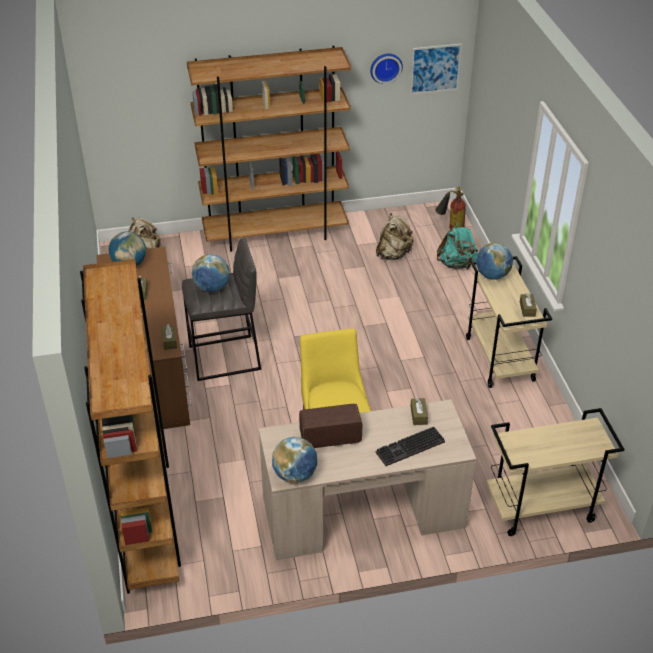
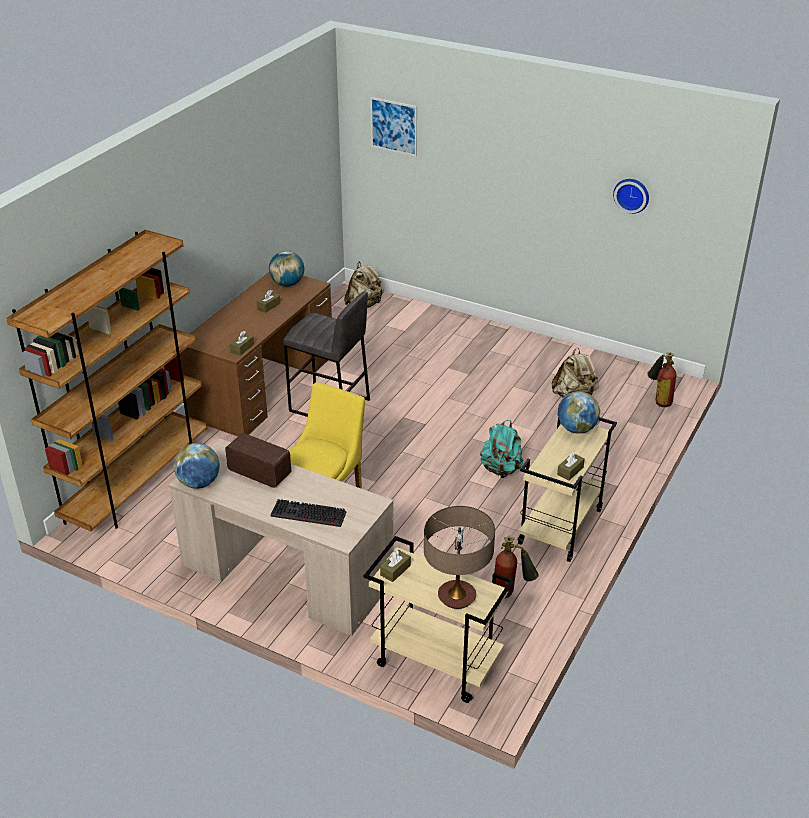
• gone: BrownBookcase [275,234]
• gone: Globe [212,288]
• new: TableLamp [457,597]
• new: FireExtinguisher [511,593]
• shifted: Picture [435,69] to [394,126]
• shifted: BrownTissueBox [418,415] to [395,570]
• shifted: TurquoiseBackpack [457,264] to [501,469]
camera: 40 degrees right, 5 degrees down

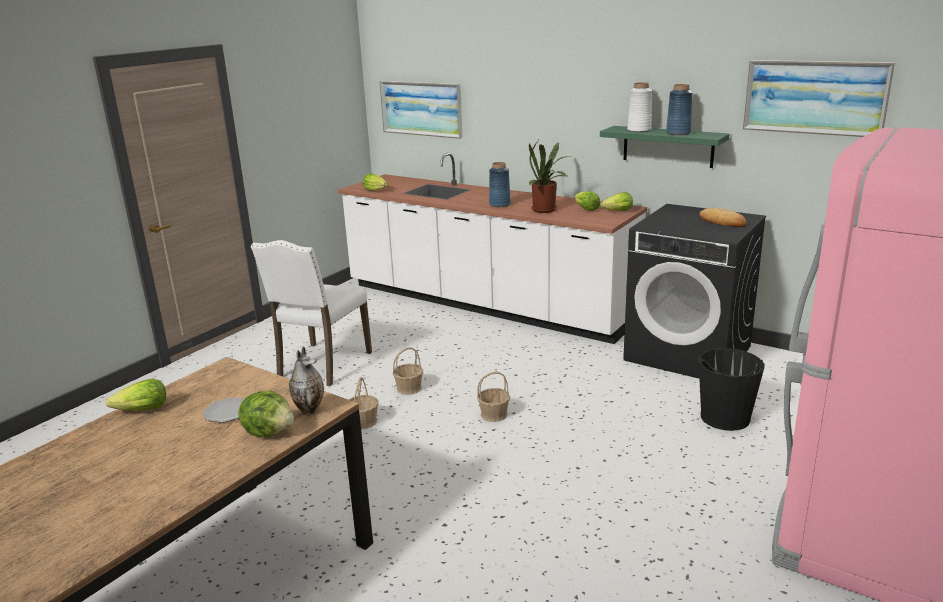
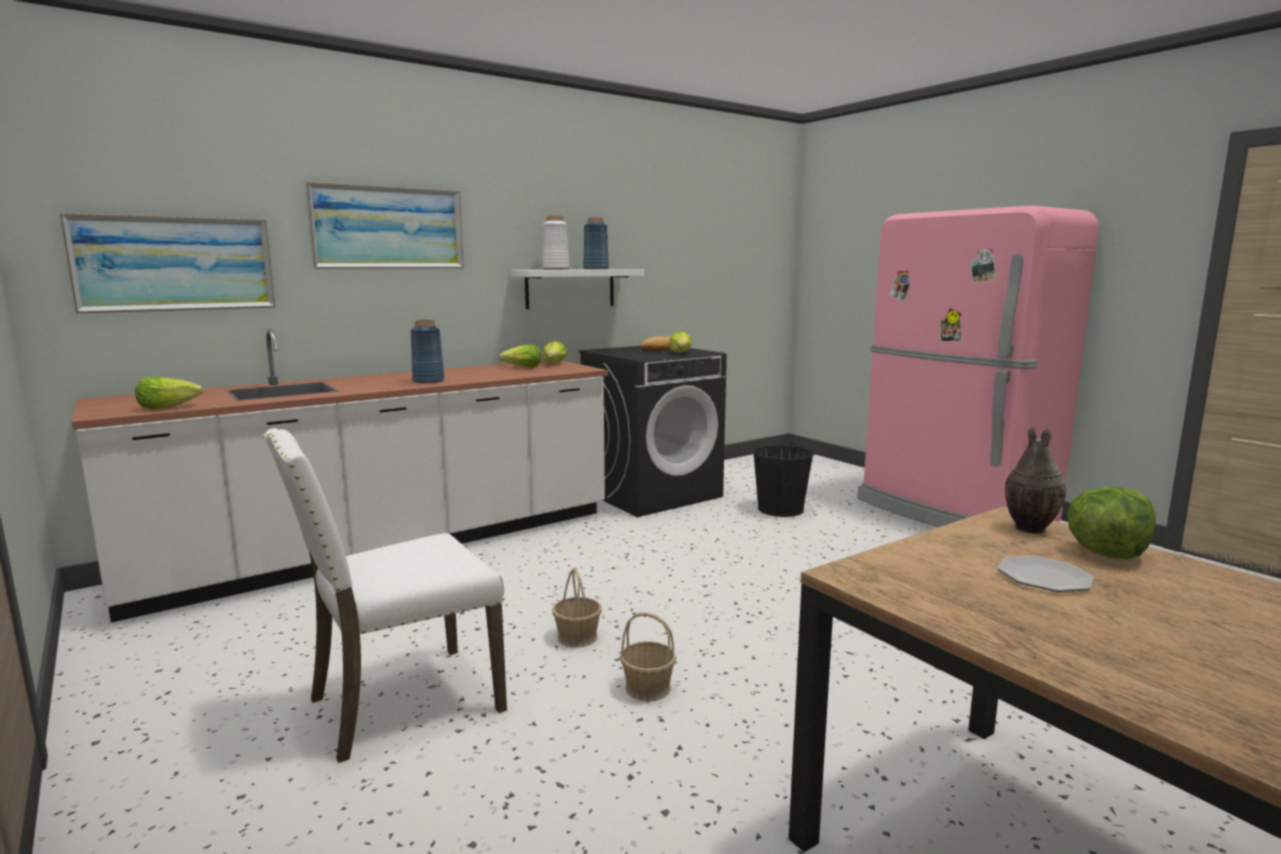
• gone: Basket [494,415]
• gone: PottedPlant [546,210]
• shifted: Lettuce [142,410] to [681,353]
• shifted: Picture [814,97] to [388,228]
• repainted: GreenShelf [668,146] to WhiteShelf [570,288]
• rotated: WhiteChair [322,365] = [400,703] 105 degrees clockwise
camera: 70 degrees left, 10 degrees down

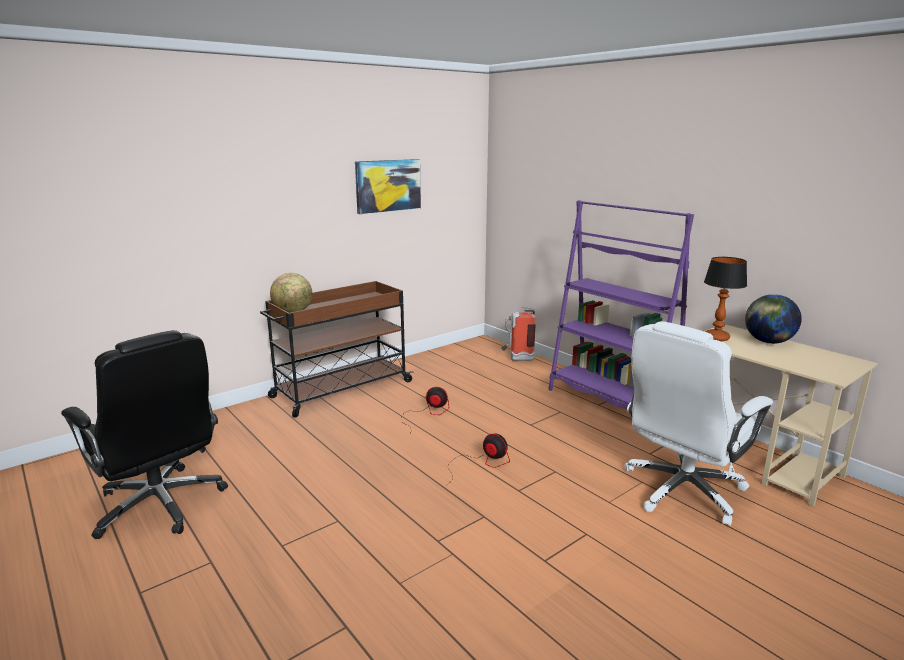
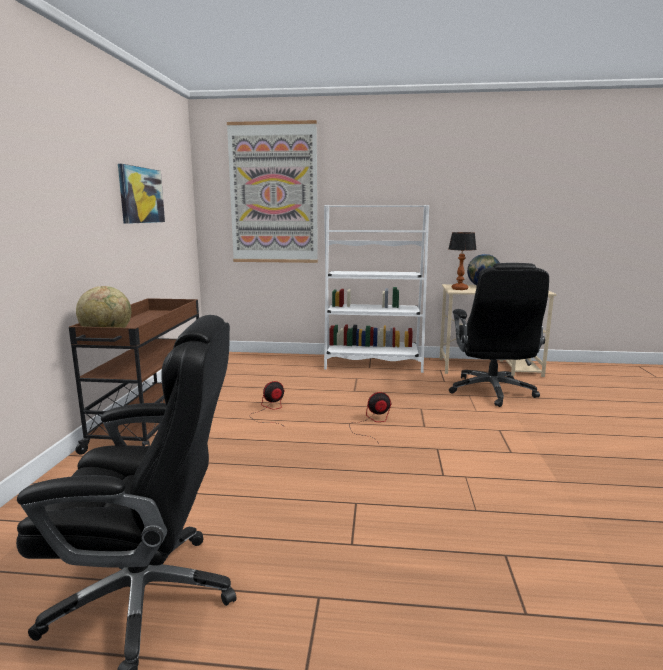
• gone: FireExtinguisher [517,359]
• new: Picture [273,194]
• repainted: PurpleBookcase [611,401] to WhiteBookcase [372,364]
• repainted: WhiteOfficeChair [682,490] to BlackOfficeChair [492,391]
camera: 45 degrees left, 5 degrees down

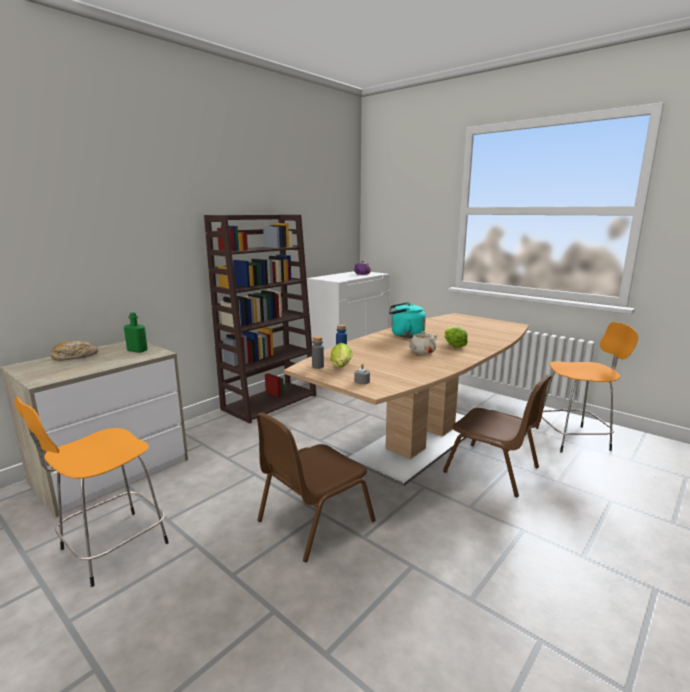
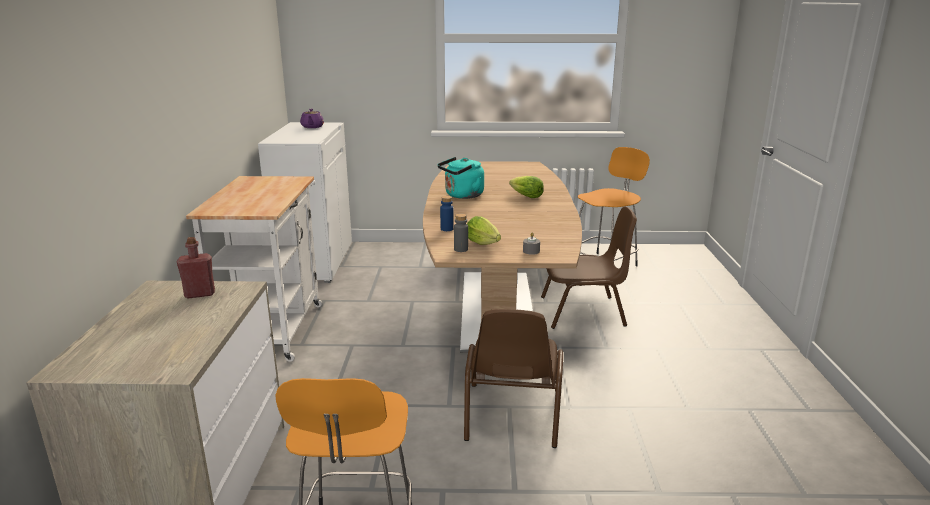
• gone: Bread [74,356]
• gone: BeigeTeapot [421,352]
• swapped: BrownBookcase [270,402] to WhiteCart [274,326]
• repainted: GreenBottle [137,350] to RedBottle [200,294]
camera: 40 degrees left, 5 degrees up

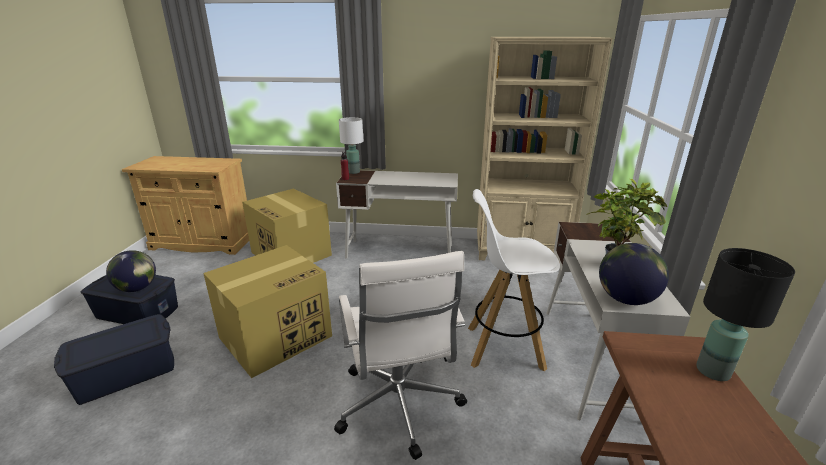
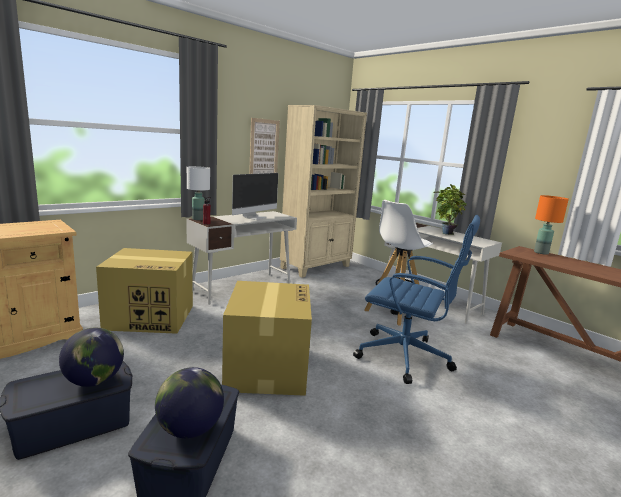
• new: Monitor [254,217]
• new: Picture [264,151]
• shifted: Globe [626,299] to [190,429]
• repainted: WhiteOfficeChair [398,406] to BlueOfficeChair [406,357]
• repainted: BlackTableLamp [713,371] to OrangeTableLamp [541,252]
camera: 50 degrees left, 10 degrees down

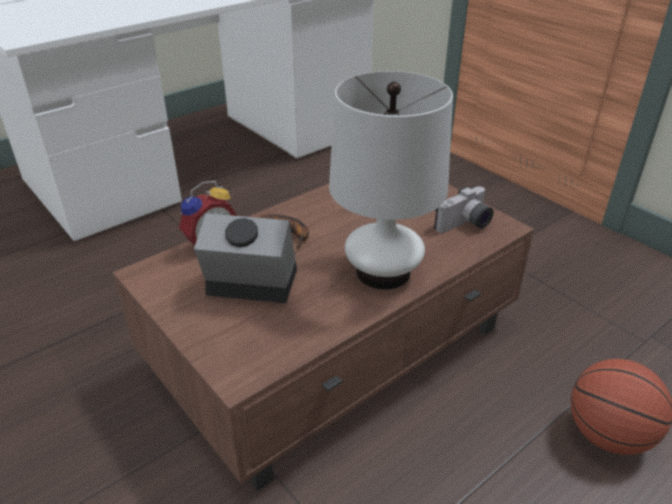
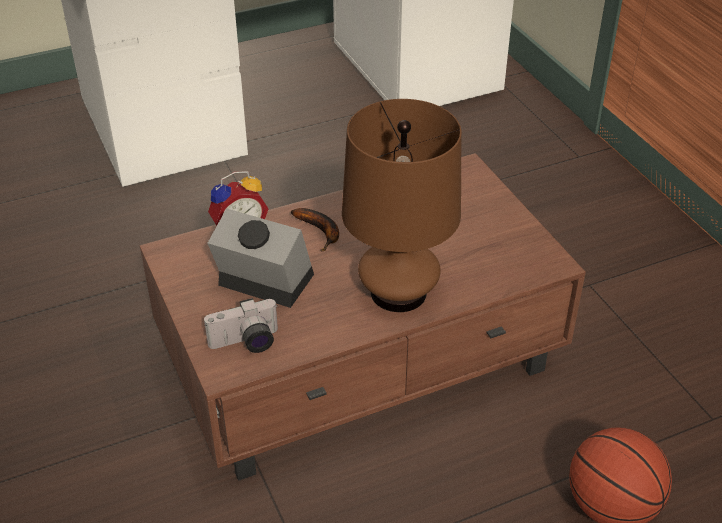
• shifted: PhotoCamera [465,225] to [246,343]
• repainted: WhiteTableLamp [383,272] to BrownTableLamp [398,292]
camera: 15 degrees right, 5 degrees up

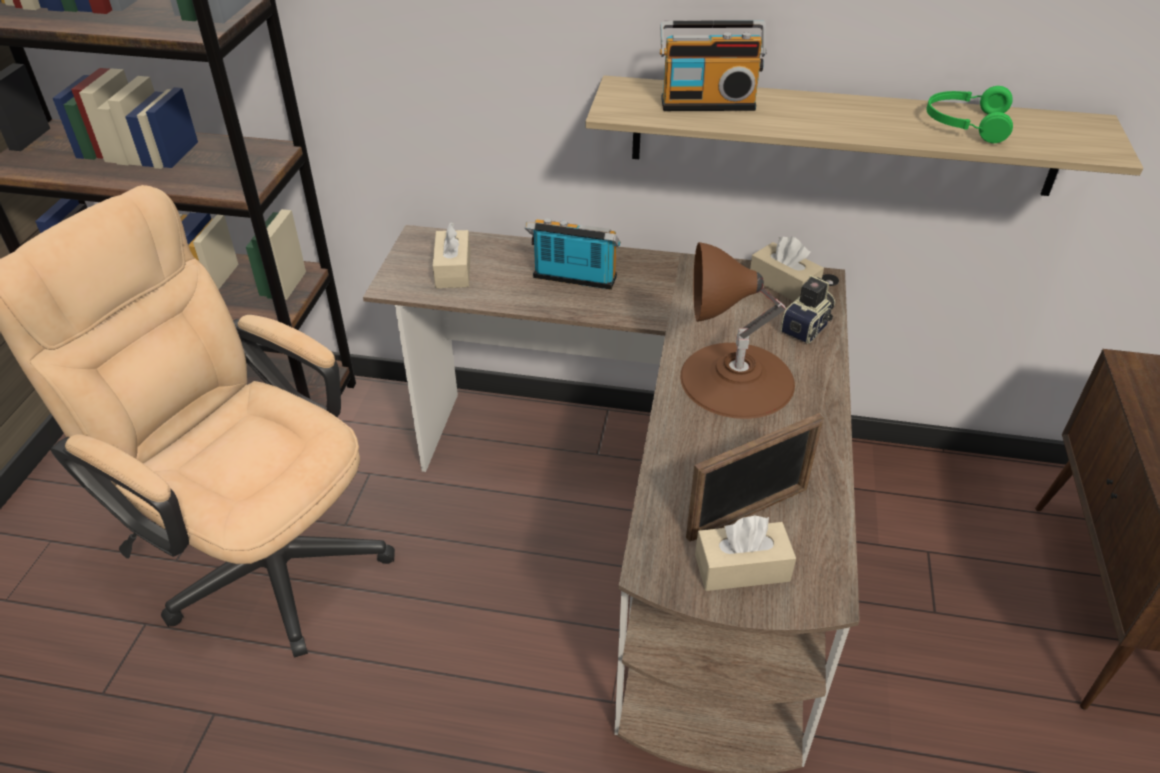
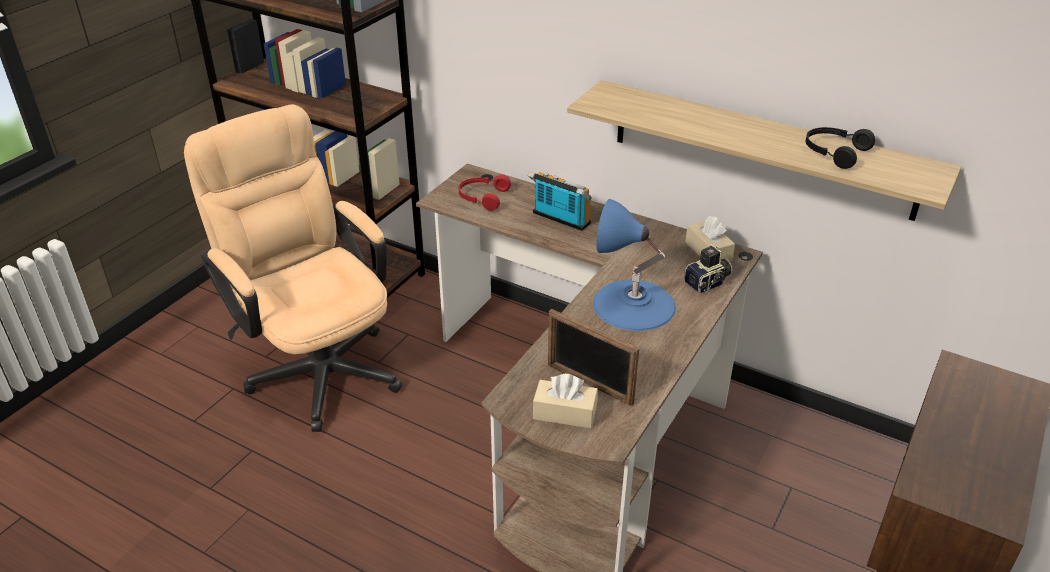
• gone: Radio [707,103]
• swapped: BeigeTissueBox [453,270] to RedHeadphones [482,197]
• repainted: BrownTableLamp [736,379] to BlueTableLamp [633,305]
• repainted: GreenHeadphones [965,124] to BlackHeadphones [834,152]
• rotated: PictureFrame [748,513] = [589,384] 45 degrees clockwise
camera: 20 degrees right, 5 degrees down

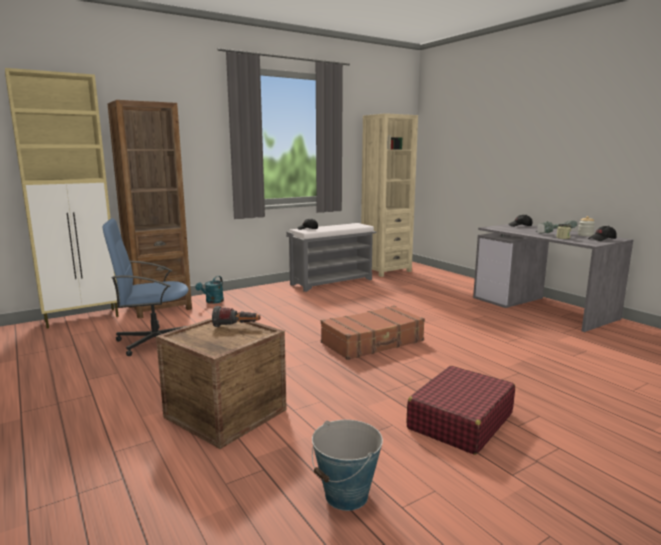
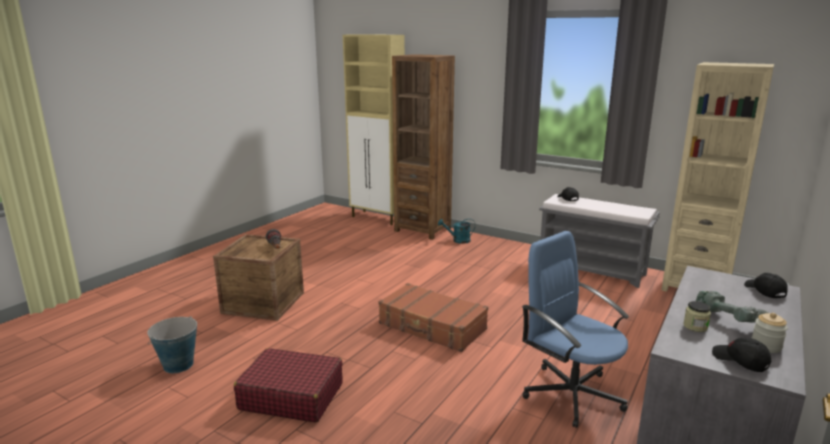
• shifted: BlueOfficeChair [154,341] to [571,393]
camera: 65 degrees right, 5 degrees up

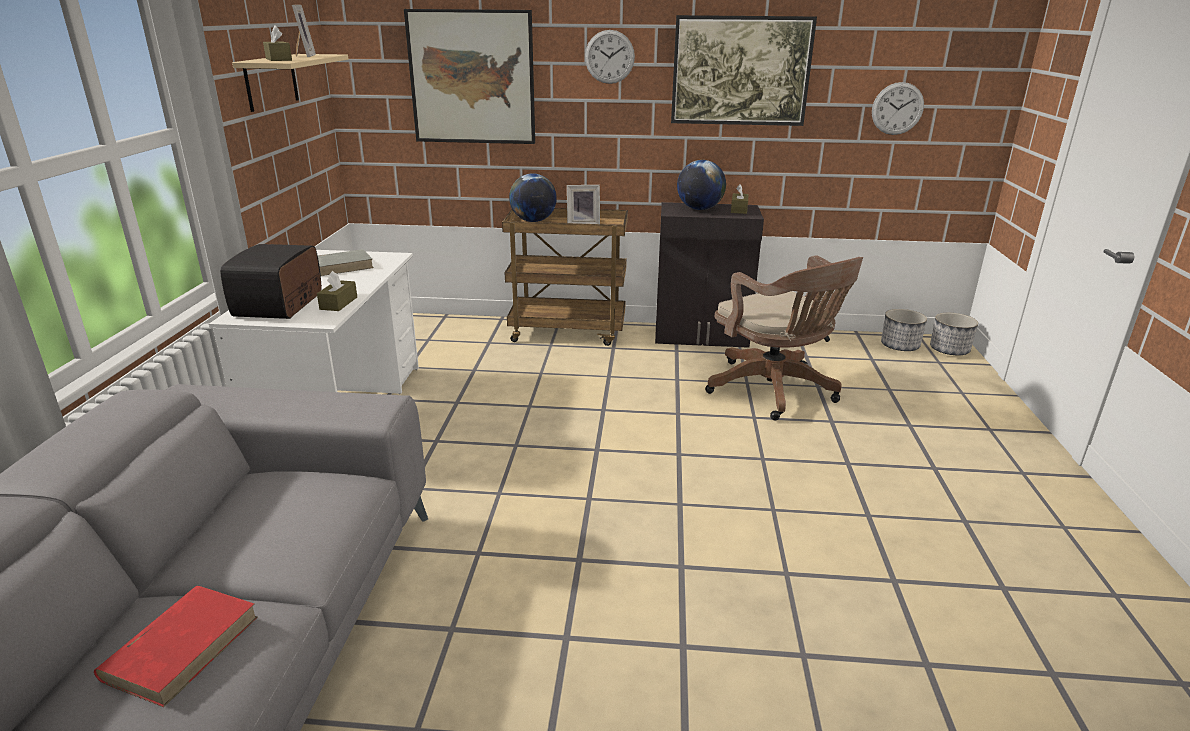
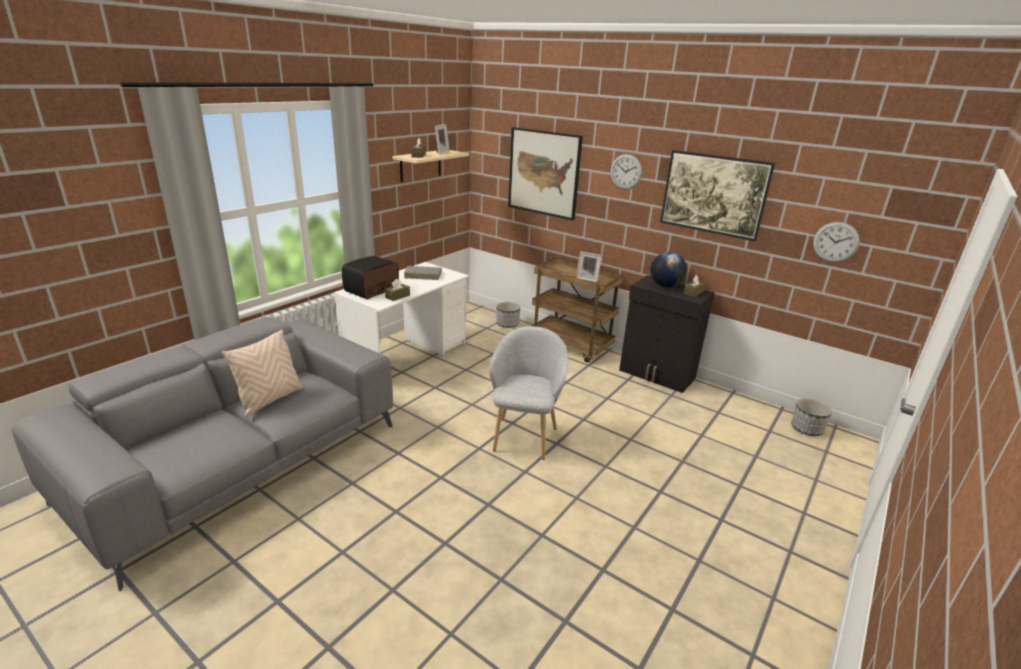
• gone: RedBook [183,646]
• gone: Globe [533,221]
• gone: BrownOfficeChair [775,391]
• new: BeigePillow [270,399]
• new: GreyArmchair [524,437]
• shifted: Planter [949,350] to [507,324]
camera: 30 degrees right, 0 degrees up

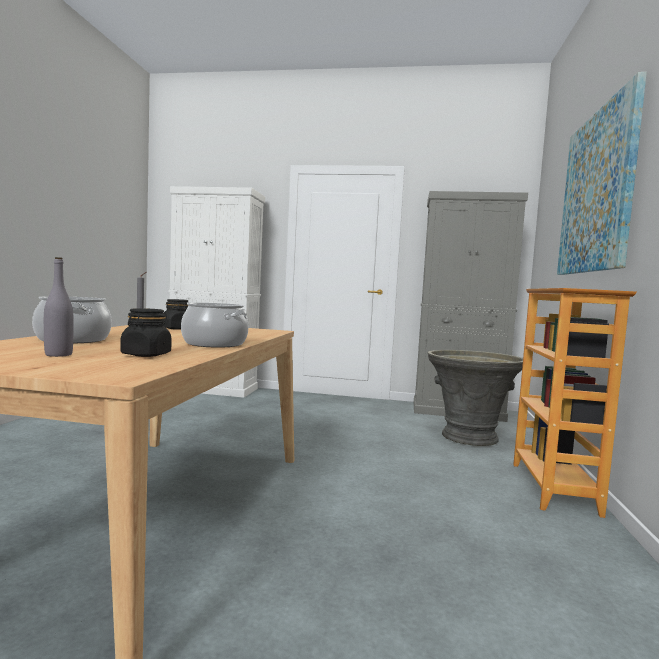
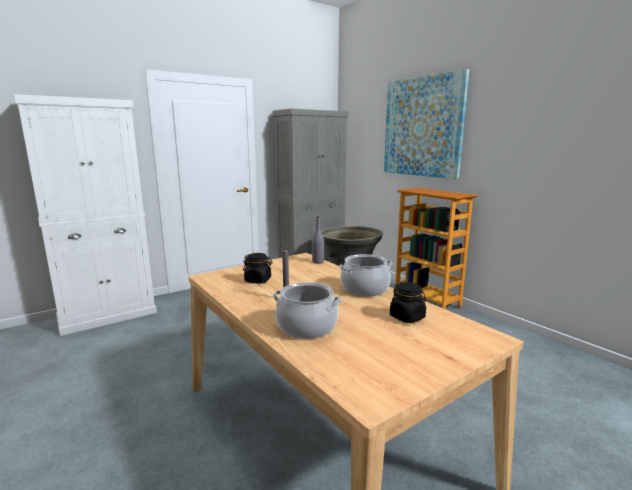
• shifted: GreyBottle [58,355] to [318,262]
camera: 45 degrees left, 10 degrees up

